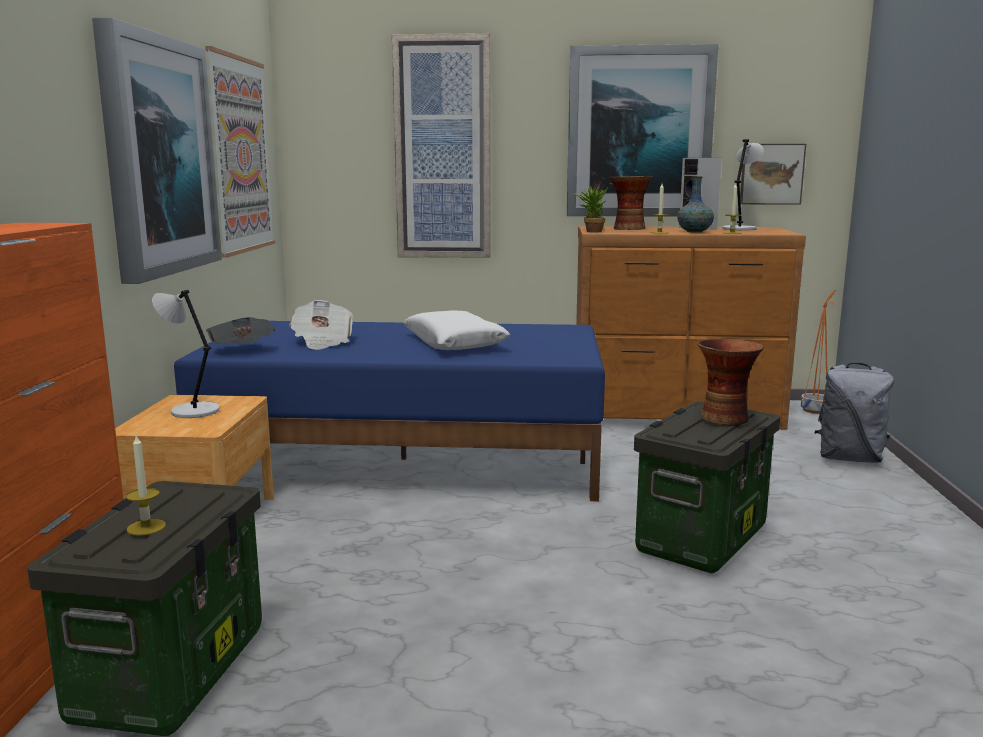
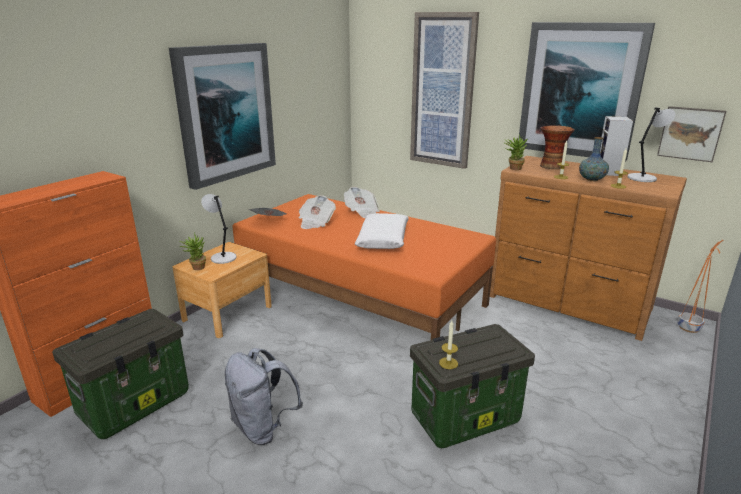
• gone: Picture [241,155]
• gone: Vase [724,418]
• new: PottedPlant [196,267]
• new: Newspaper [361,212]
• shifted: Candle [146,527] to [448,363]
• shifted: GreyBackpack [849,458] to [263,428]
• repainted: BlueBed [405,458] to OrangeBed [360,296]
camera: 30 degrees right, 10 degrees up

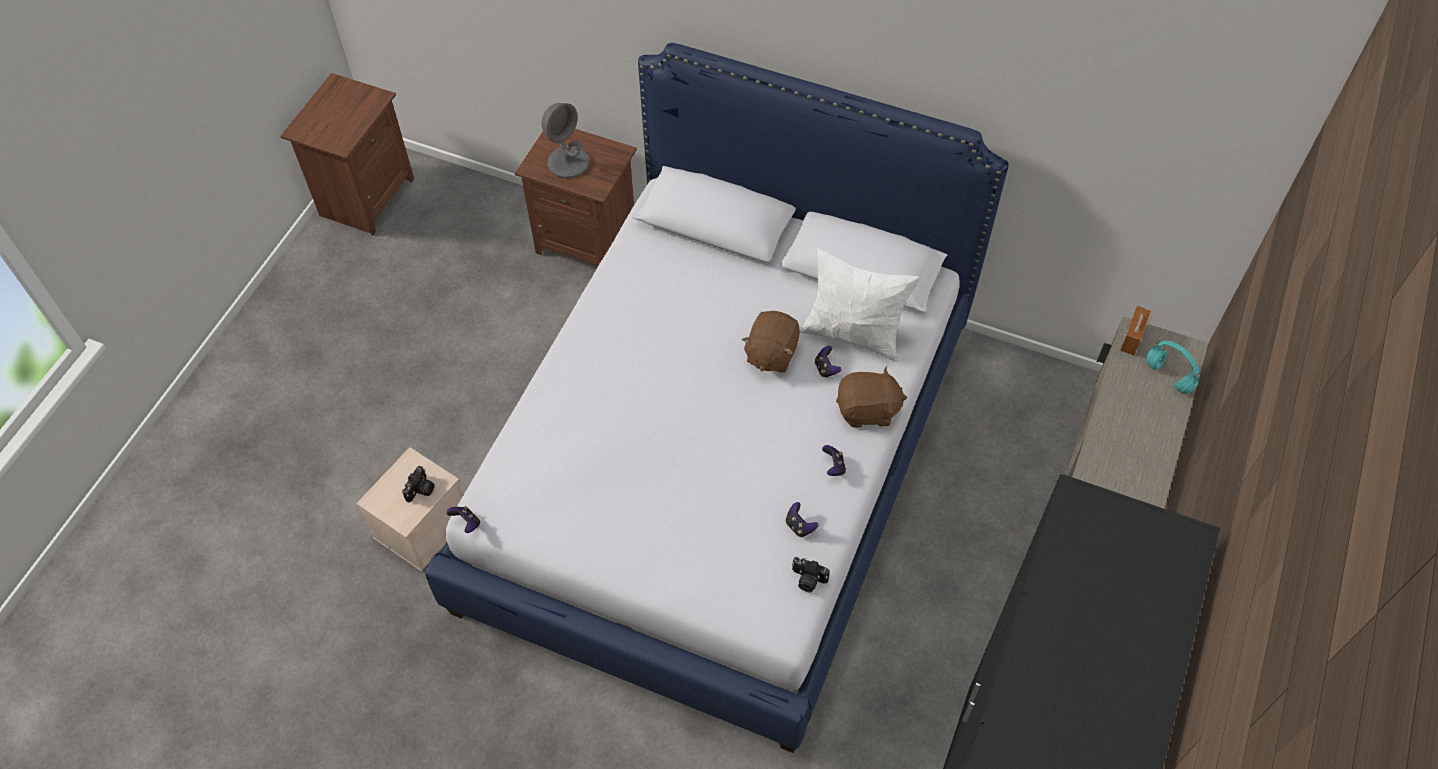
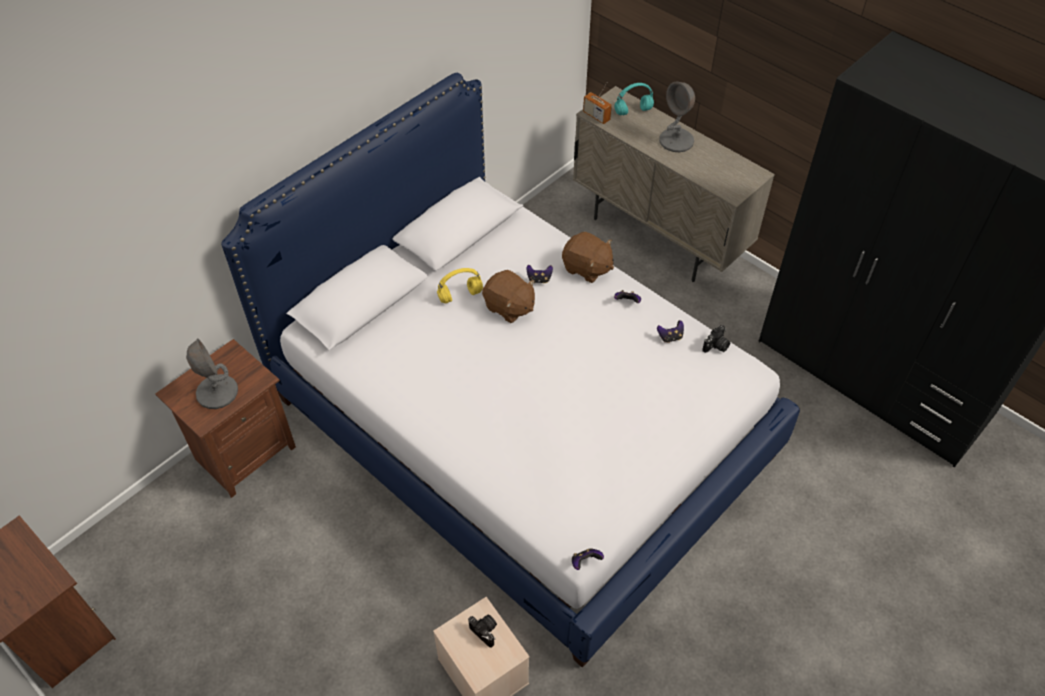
• gone: WhitePillow [853,334]
• new: YellowHeadphones [461,295]
• new: GreyTableLamp [676,141]
• rotated: BrownPlushToy [867,410] = [587,268] 105 degrees clockwise
camera: 70 degrees left, 5 degrees down

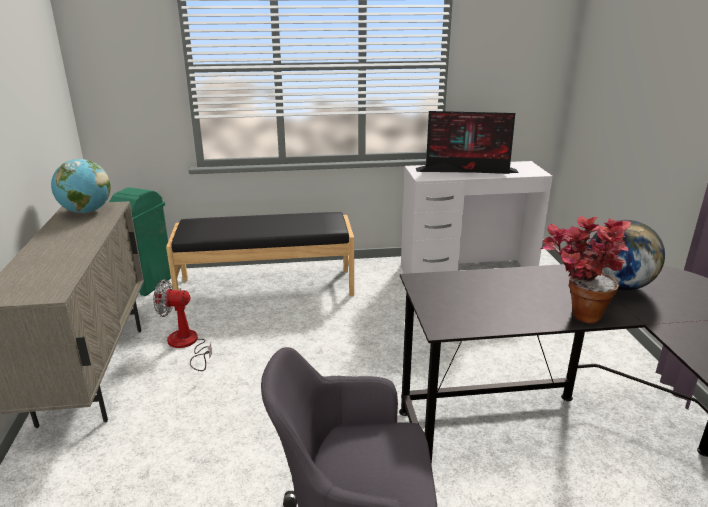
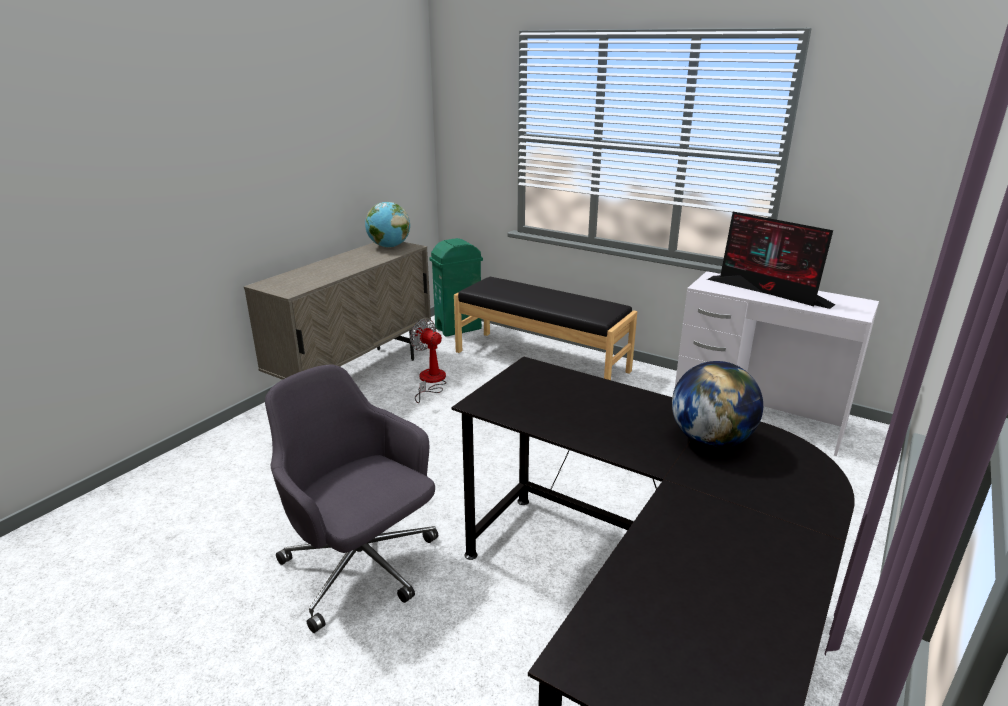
• gone: PottedPlant [574,314]
camera: 40 degrees right, 0 degrees up

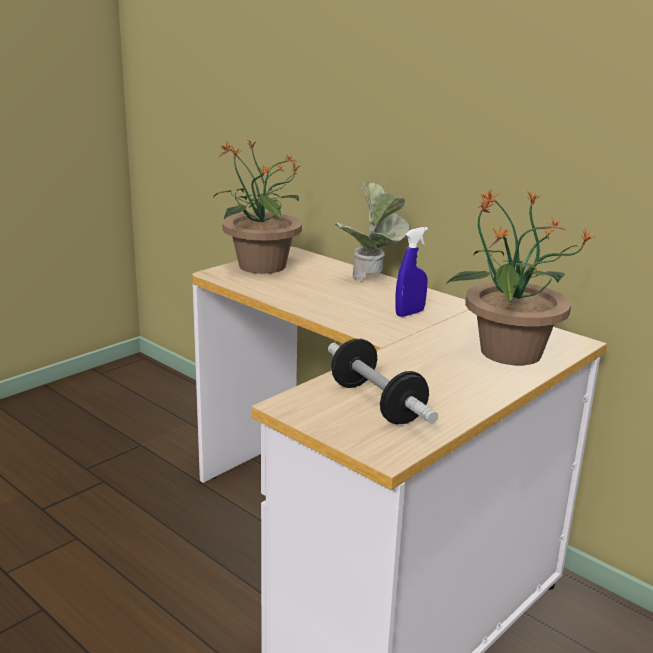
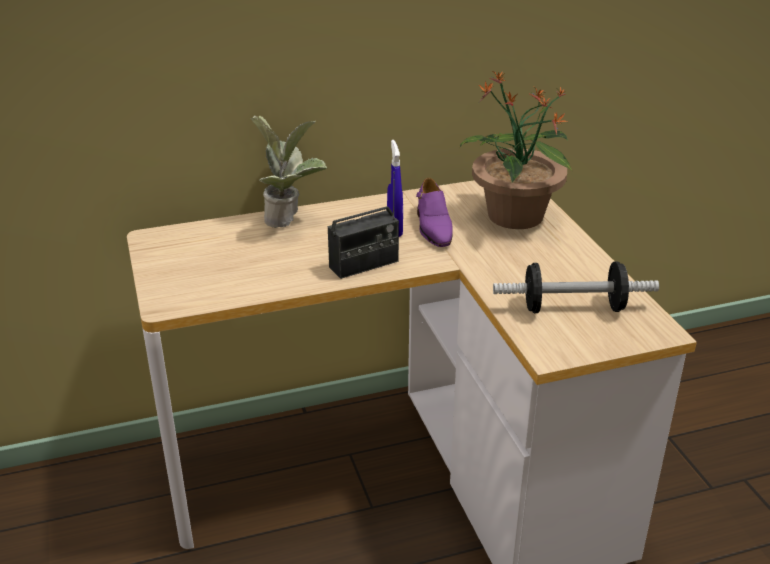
• gone: PottedPlant [261,266]
• new: Radio [364,264]
• new: PurpleShoe [433,228]
camera: 60 degrees left, 10 degrees up

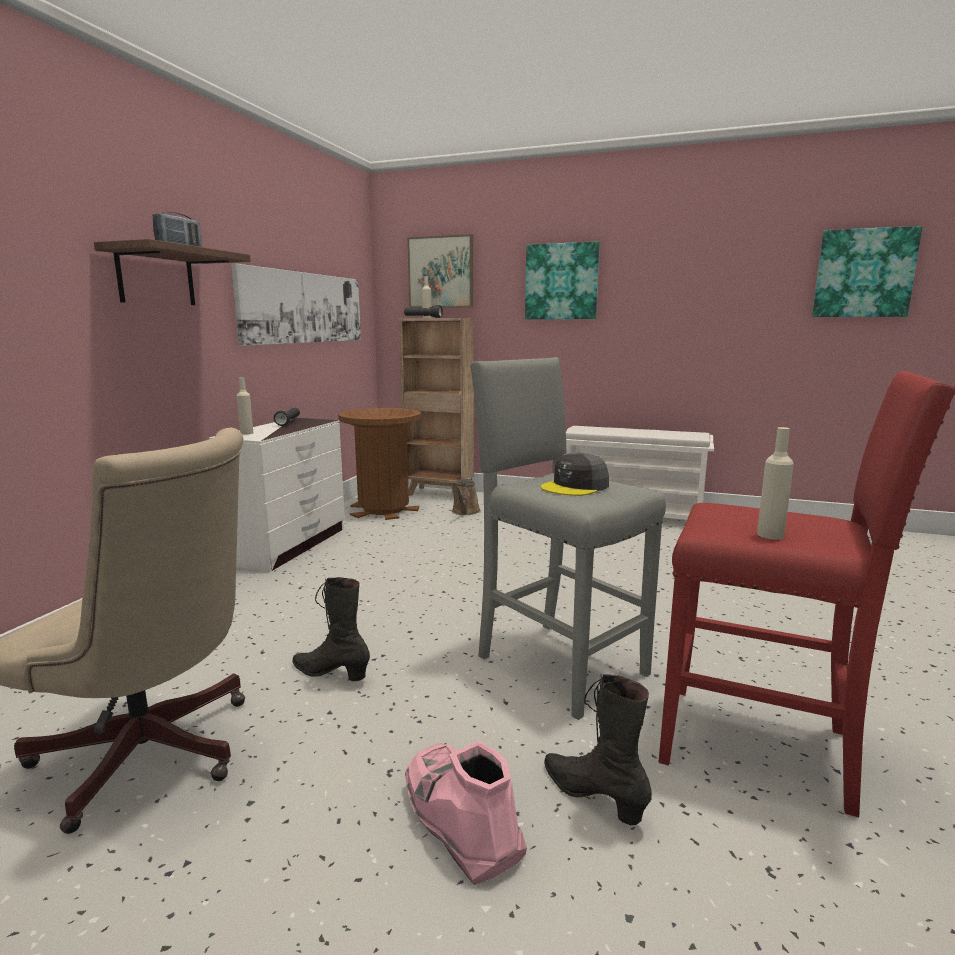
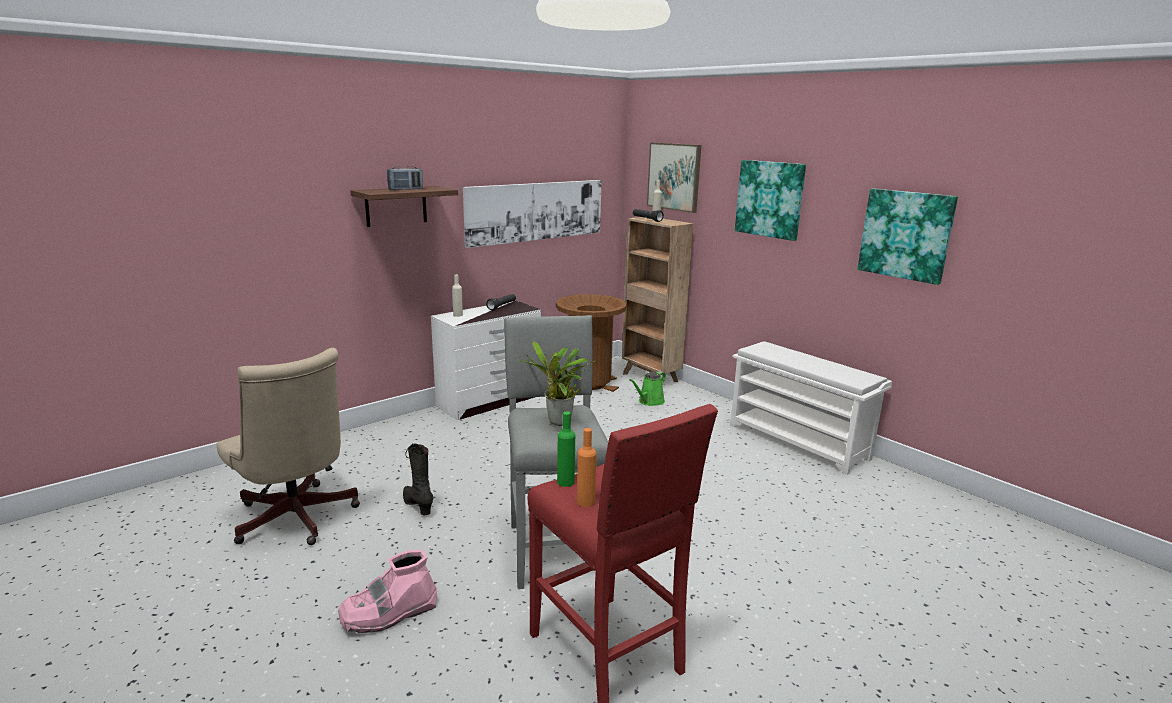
• gone: BlackBoot [593,796]
• new: GreenBottle [565,482]
• shifted: Picture [864,273] to [906,235]
• swapped: GreyCap [575,486] to PottedPlant [558,423]
• repainted: BrownWateringCan [465,512] to GreenWateringCan [649,402]
• repainted: BeigeBottle [770,535] to OrangeBottle [585,502]
• rotated: PinkBoot [460,821] = [389,613] 120 degrees counterclockwise
camera: 30 degrees right, 5 degrees up

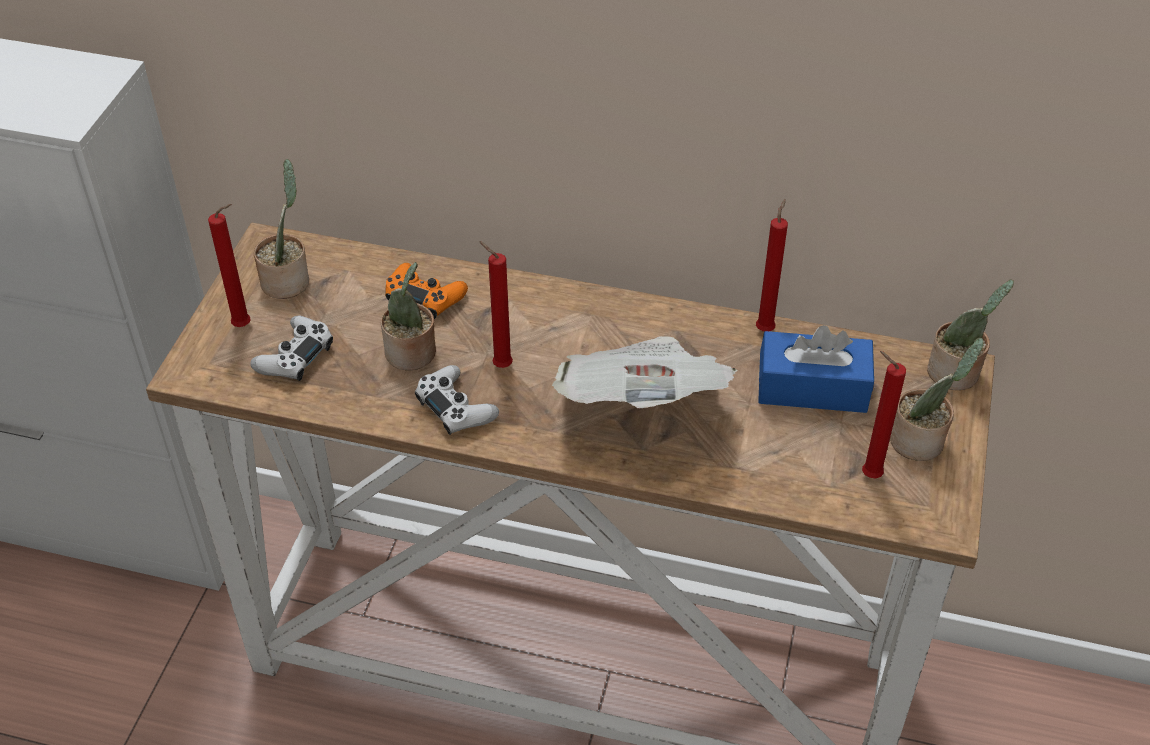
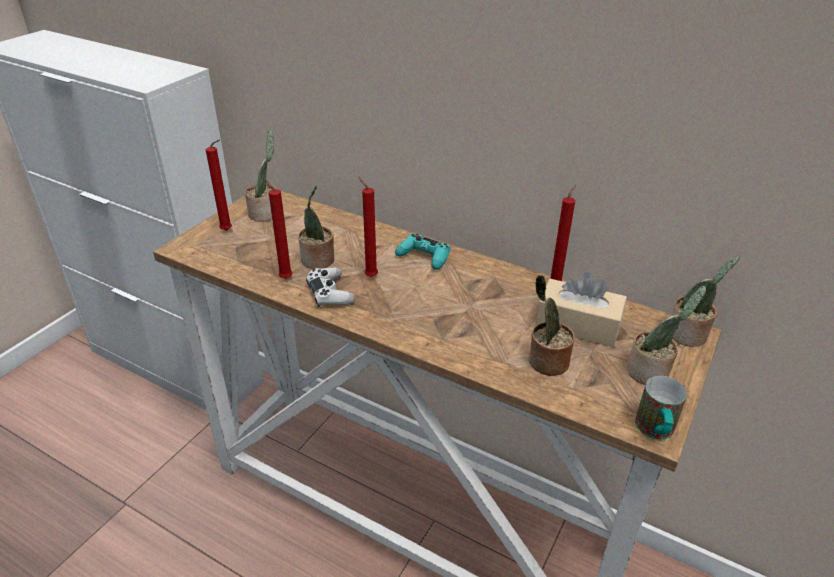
• gone: WhiteGameController [295,356]
• gone: OrangeGameController [424,297]
• gone: Newspaper [642,404]
• new: TurquoiseGameController [424,257]
• new: PottedPlant [545,362]
• new: Mug [655,432]
• shifted: RedCandle [867,474] to [284,277]
• repainted: BlueTissueBox [812,388] to BeigeTissueBox [578,325]
camera: 15 degrees right, 10 degrees down

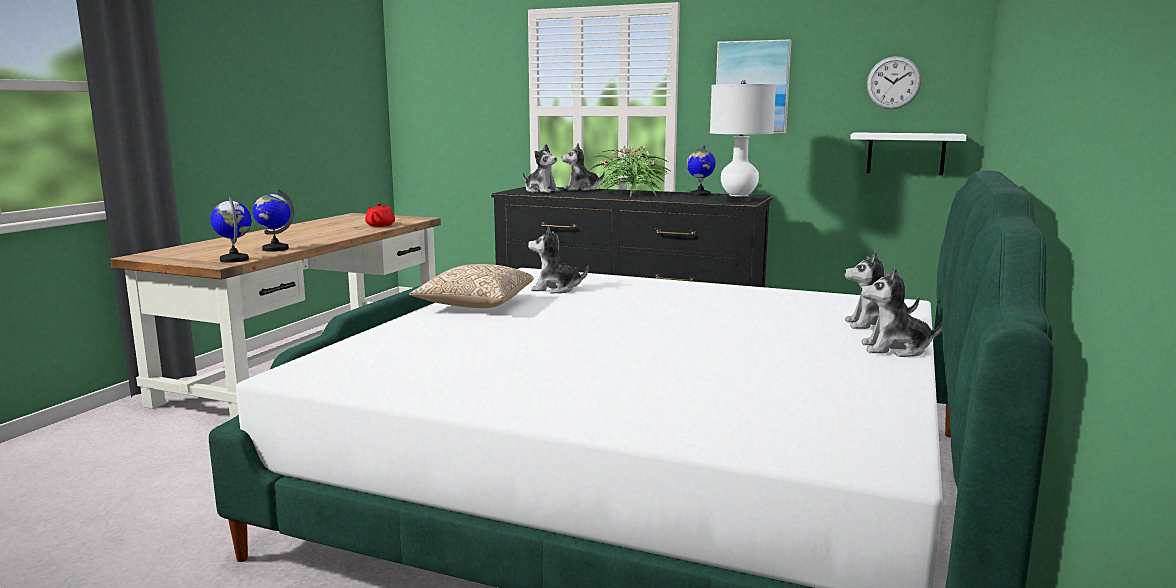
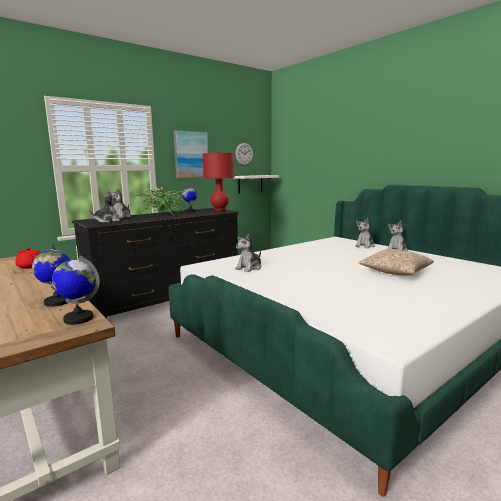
• shifted: Pillow [475,305] to [395,273]
• repainted: WhiteTableLamp [738,200] to RedTableLamp [220,210]
camera: 60 degrees left, 0 degrees up

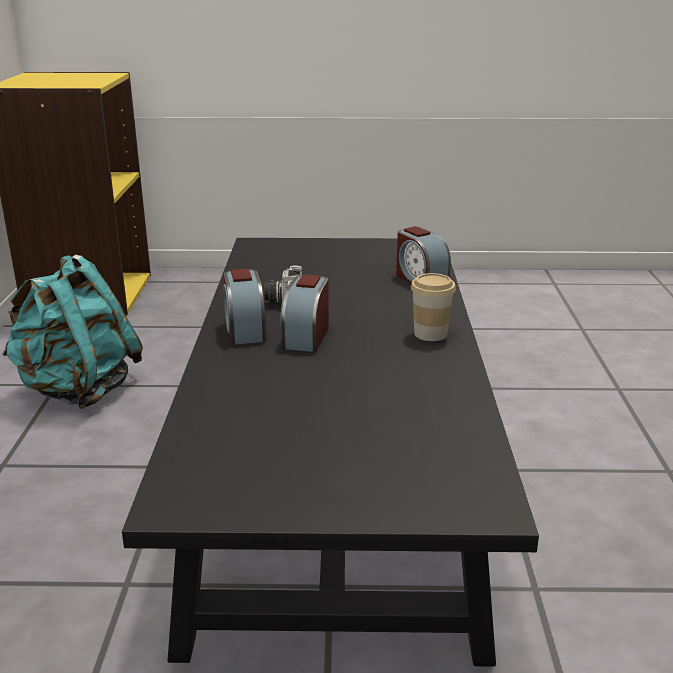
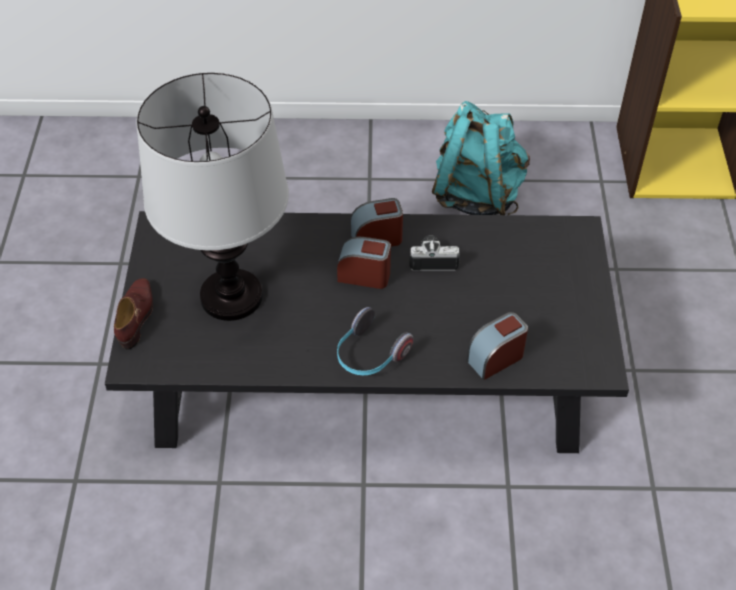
• new: BrownShoe [136,316]
• new: TableLamp [230,295]
• swapped: Cup [430,334] to Headphones [369,355]
camera: 90 degrees right, 25 degrees up

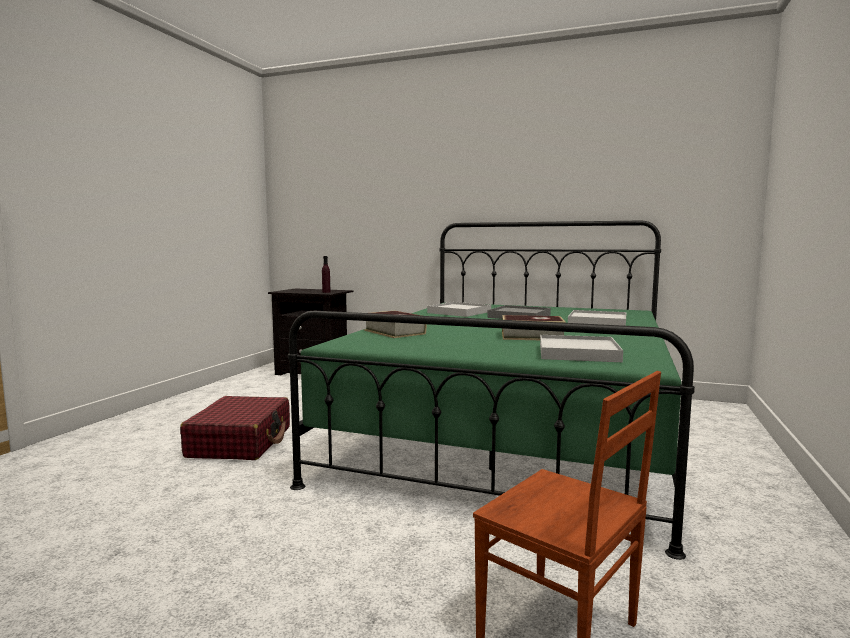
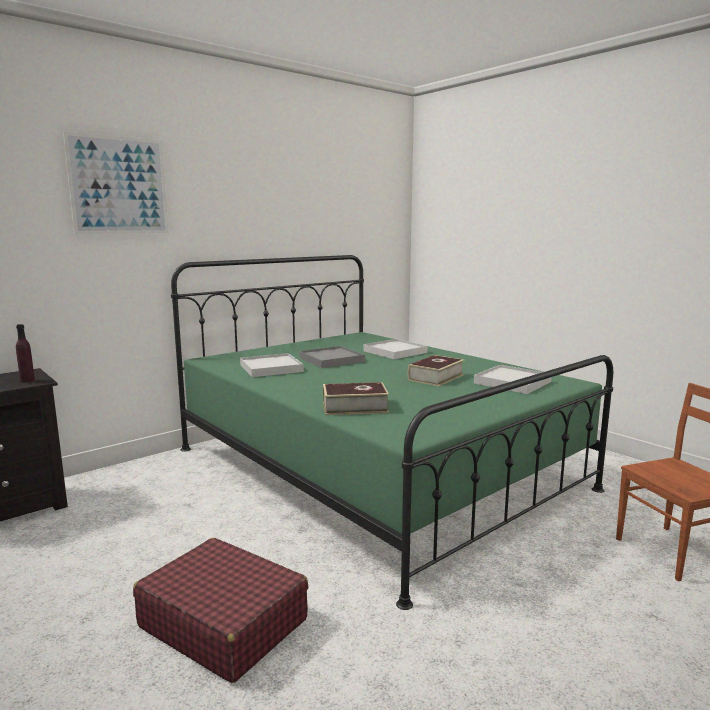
• new: Picture [119,186]
camera: 60 degrees left, 5 degrees up

